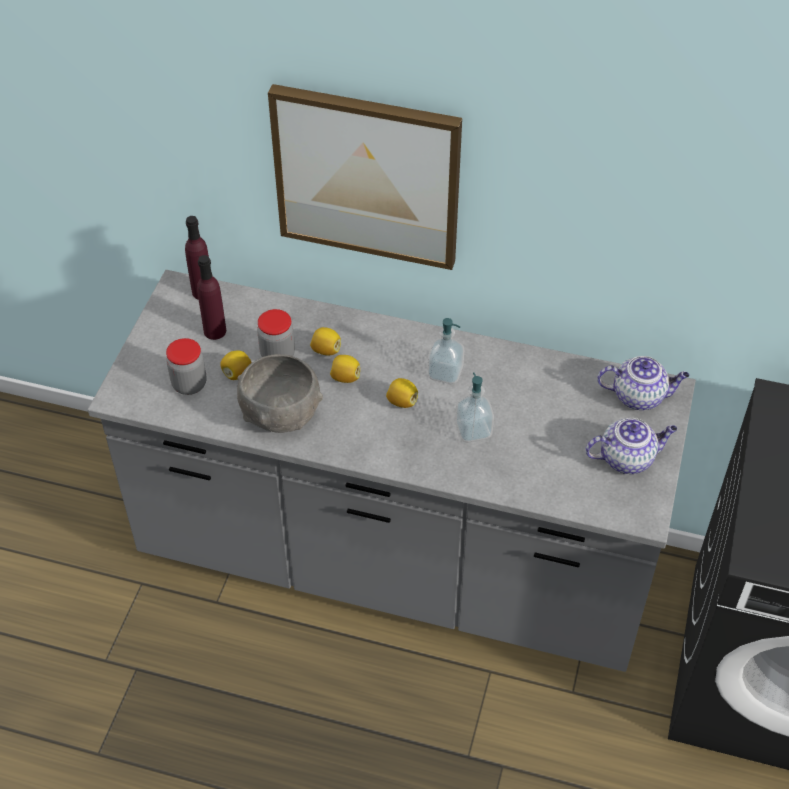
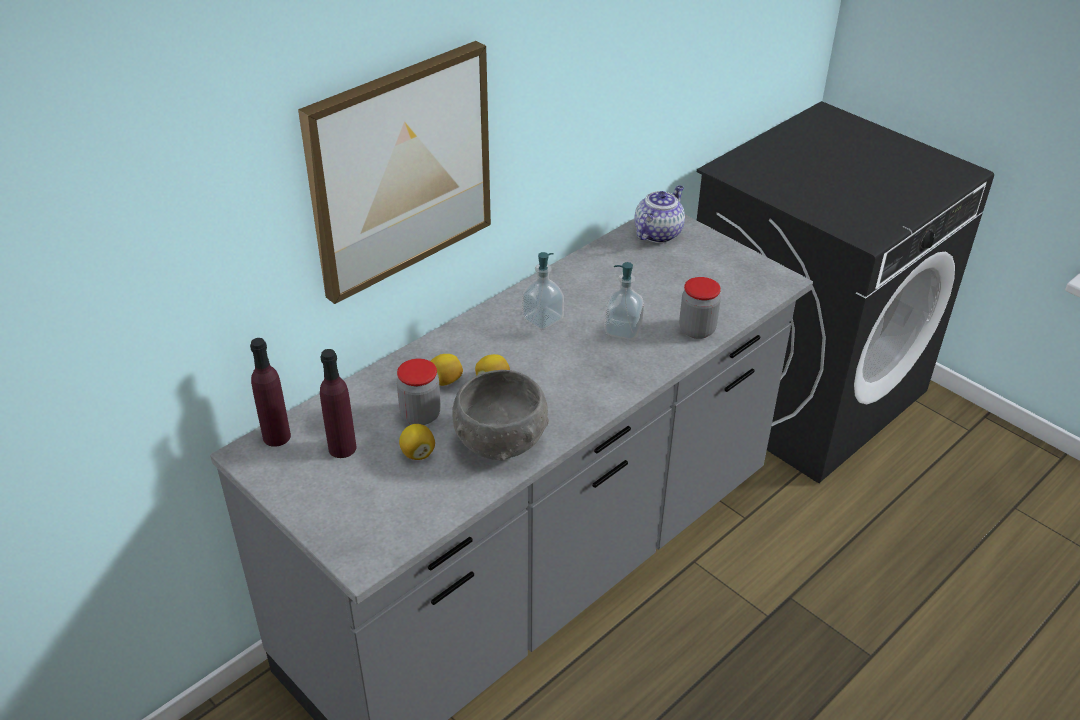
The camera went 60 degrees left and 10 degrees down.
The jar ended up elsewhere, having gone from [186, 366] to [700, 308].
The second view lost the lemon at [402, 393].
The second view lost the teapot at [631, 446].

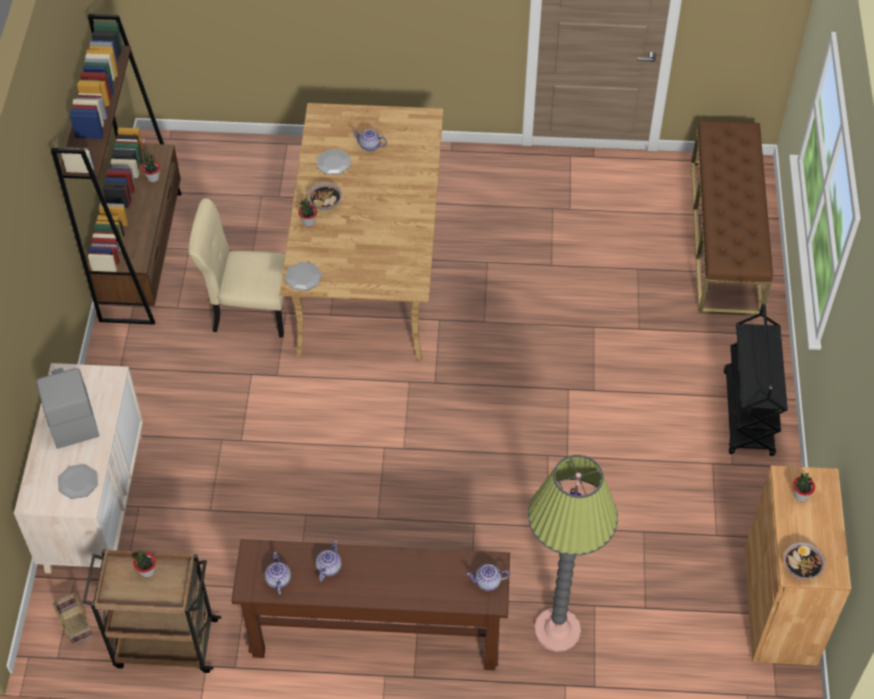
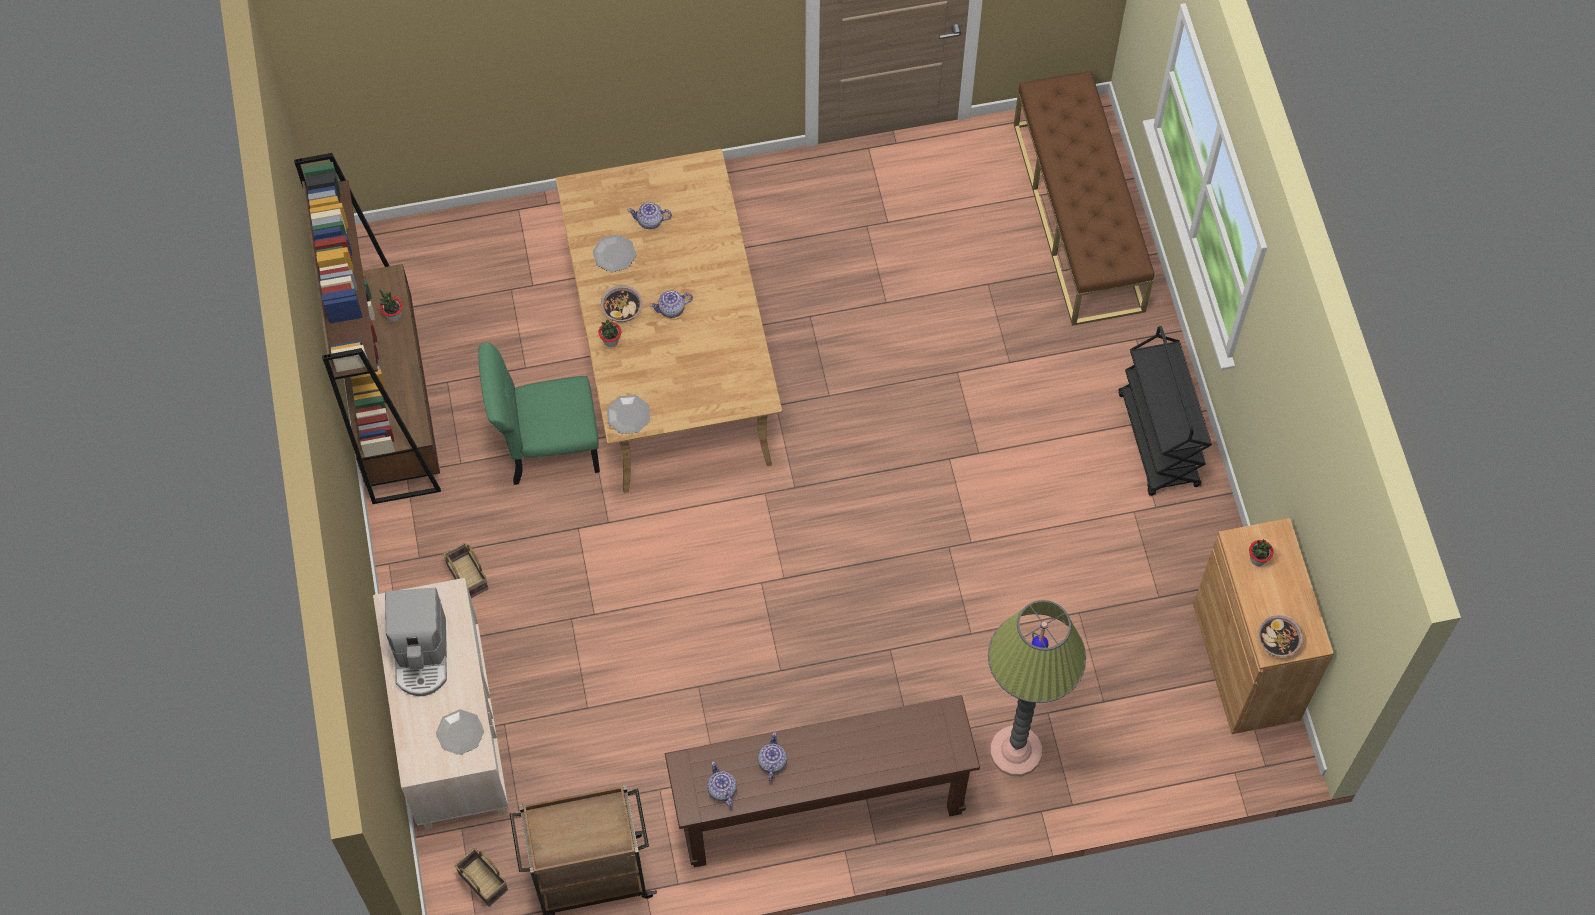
The camera went 15 degrees left and 10 degrees up.
The coffee machine at [67, 408] ended up facing another way, 150 degrees counterclockwise from before.
The second view gained the basket at [465, 570].
What was the beige chair at [236, 268] turned into the green chair at [539, 413].
The teapot ended up elsewhere, having gone from [488, 577] to [671, 304].
The second view lost the potted plant at [144, 564].

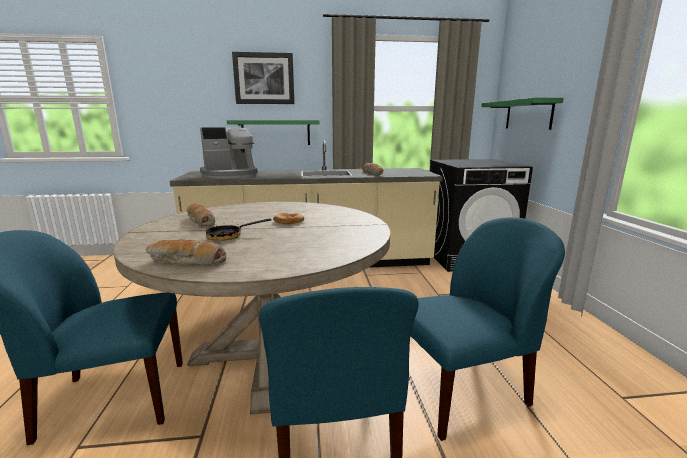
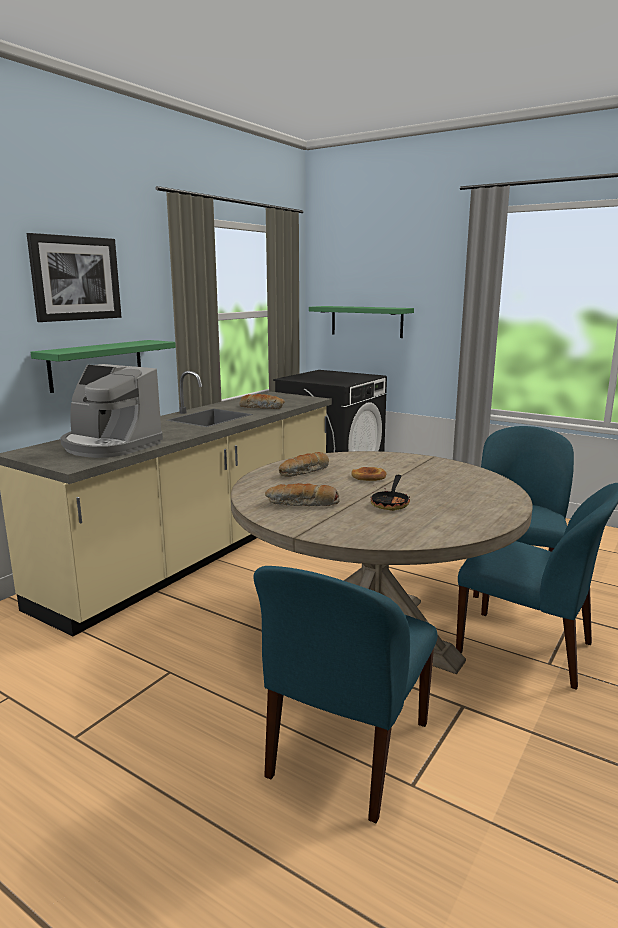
The camera went 50 degrees left and 0 degrees up.
The coffee machine at [229, 153] ended up facing another way, 105 degrees clockwise from before.
The bread ended up elsewhere, having gone from [186, 252] to [304, 464].

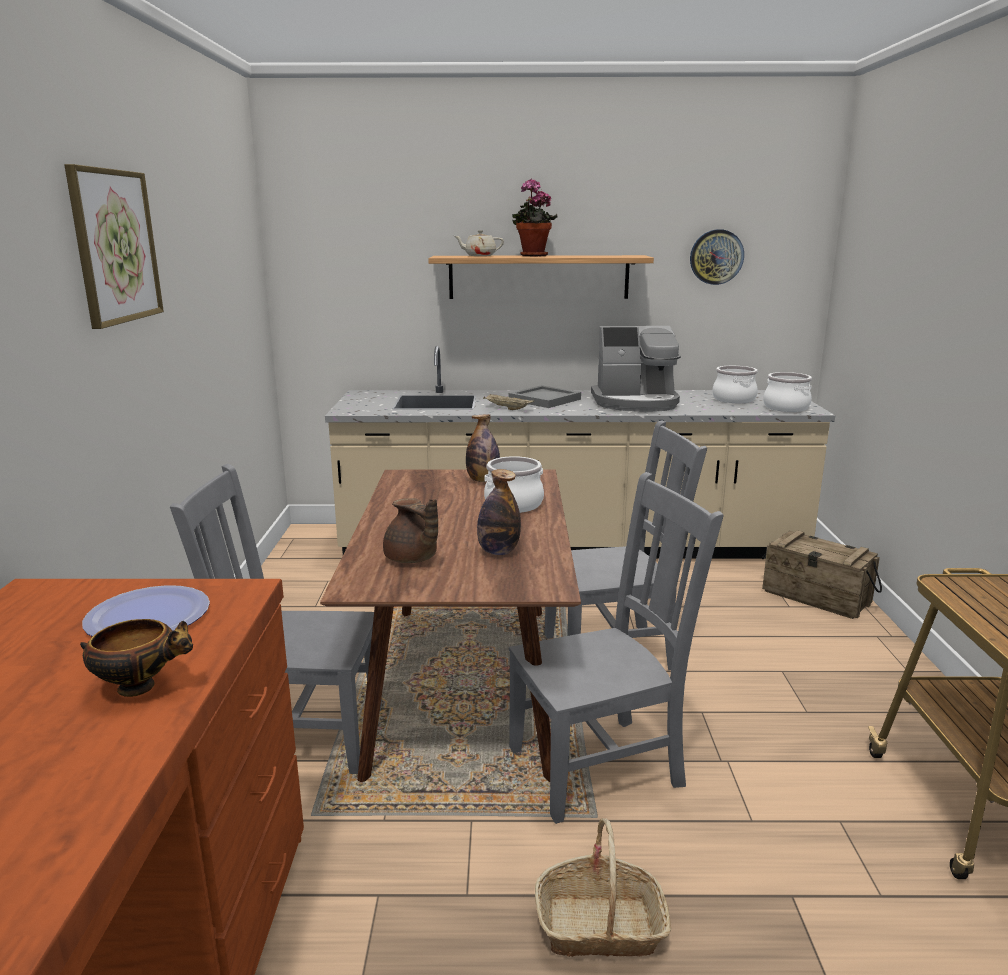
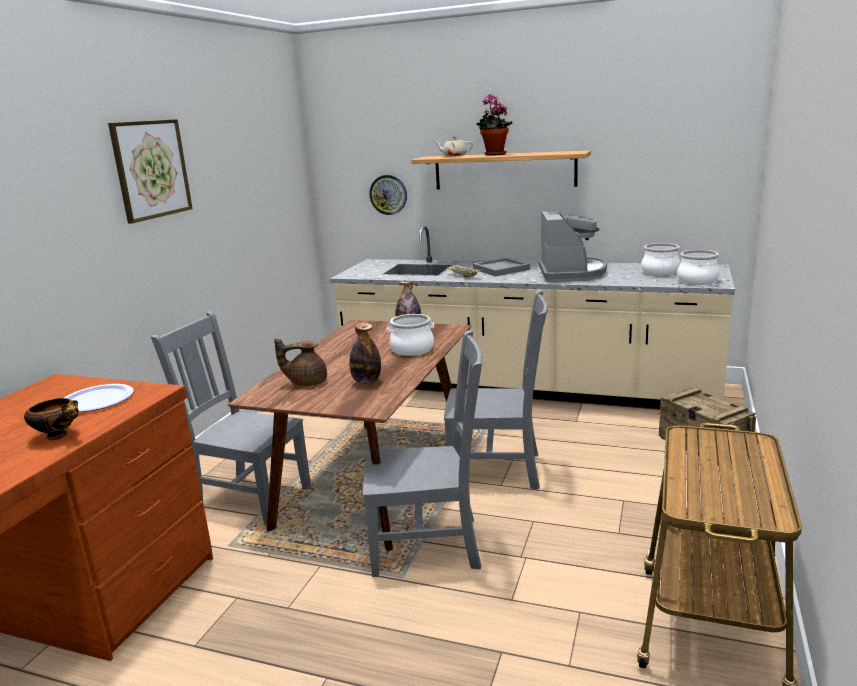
The camera went 20 degrees right and 0 degrees up.
The brown teapot at [410, 530] ended up facing another way, 105 degrees clockwise from before.
The wall clock ended up elsewhere, having gone from [717, 257] to [388, 195].
The coffee machine at [636, 369] ended up facing another way, 105 degrees counterclockwise from before.
The second view lost the basket at [603, 887].

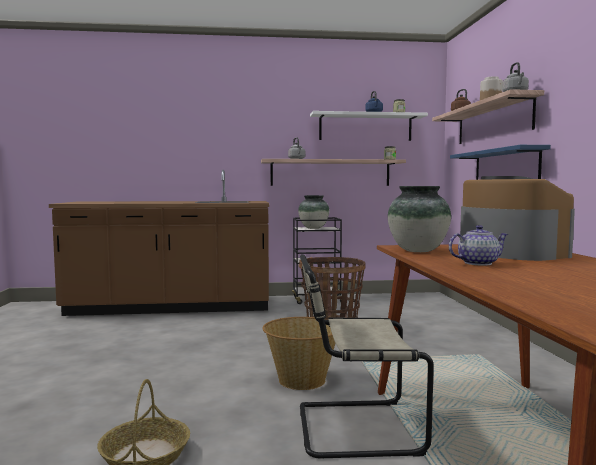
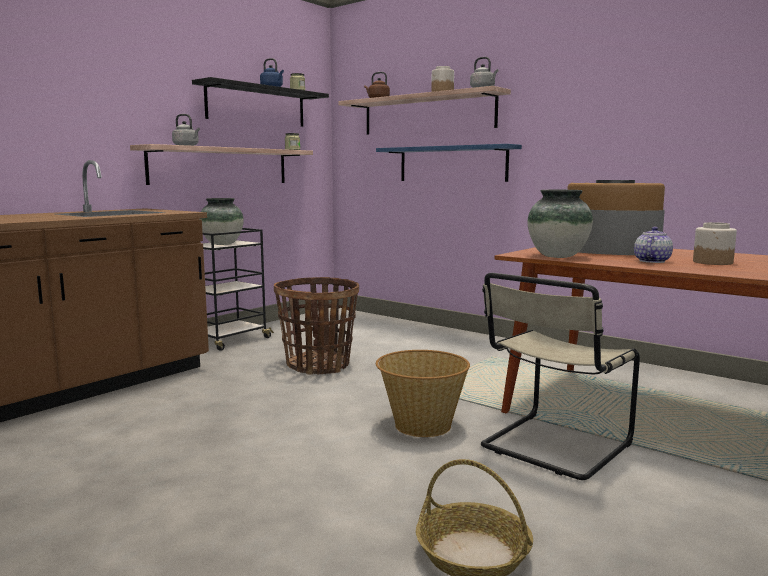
The camera went 45 degrees left and 5 degrees up.
What was the white shelf at [369, 126] turned into the black shelf at [260, 102].
The second view gained the jar at [715, 243].

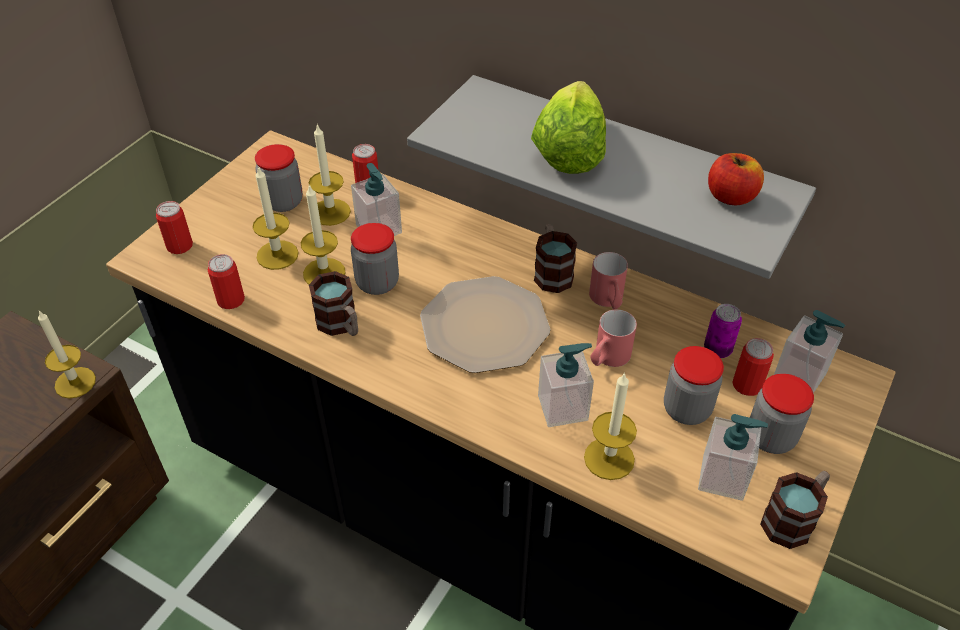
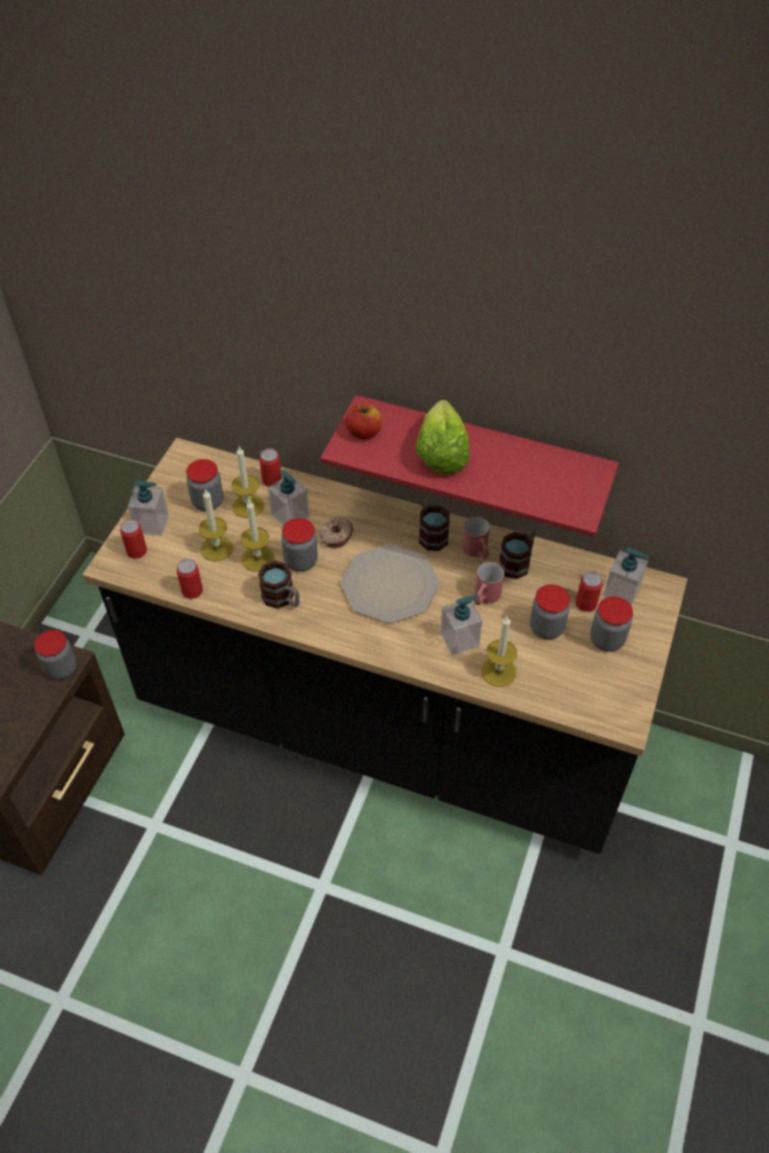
The camera went 10 degrees left and 5 degrees up.
Where the candle stood at [67, 355], the jar came to stand at [55, 655].
The soap dispenser ended up elsewhere, having gone from [733, 457] to [148, 508].
What was the grey shelf at [611, 177] turned into the red shelf at [469, 466].
The second view gained the donut at [336, 532].
The apple ended up elsewhere, having gone from [736, 179] to [364, 421].
The mug ended up elsewhere, having gone from [795, 510] to [517, 554].
The second view lost the can at [723, 331].

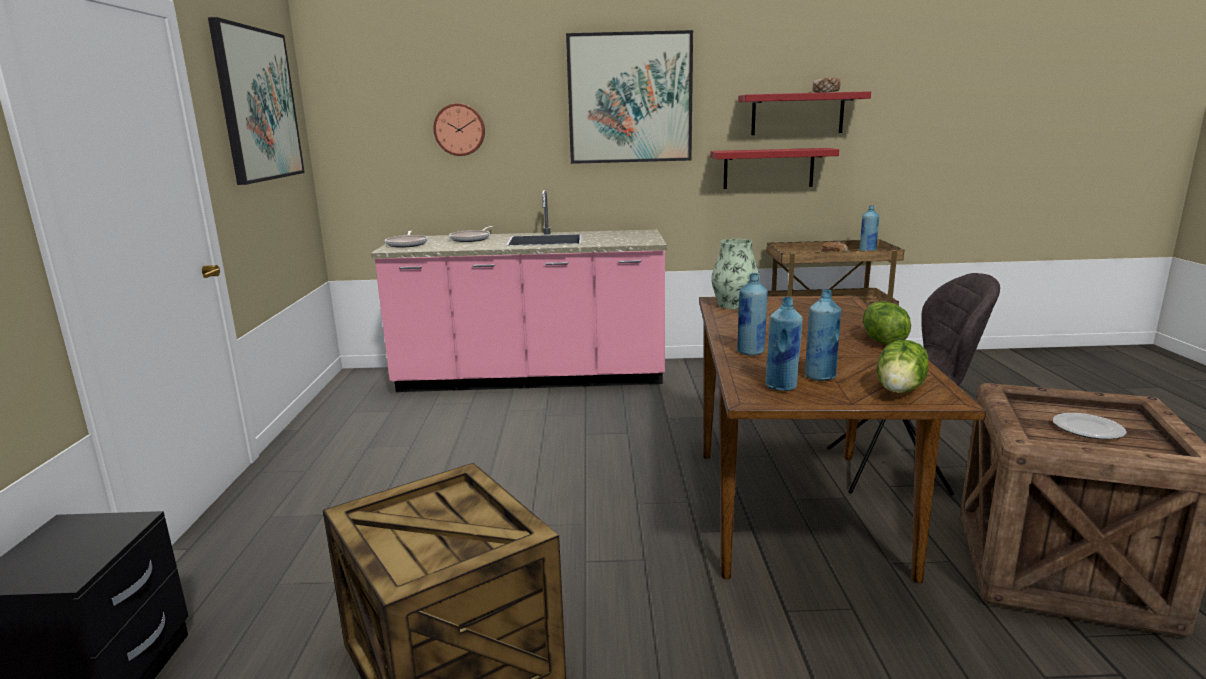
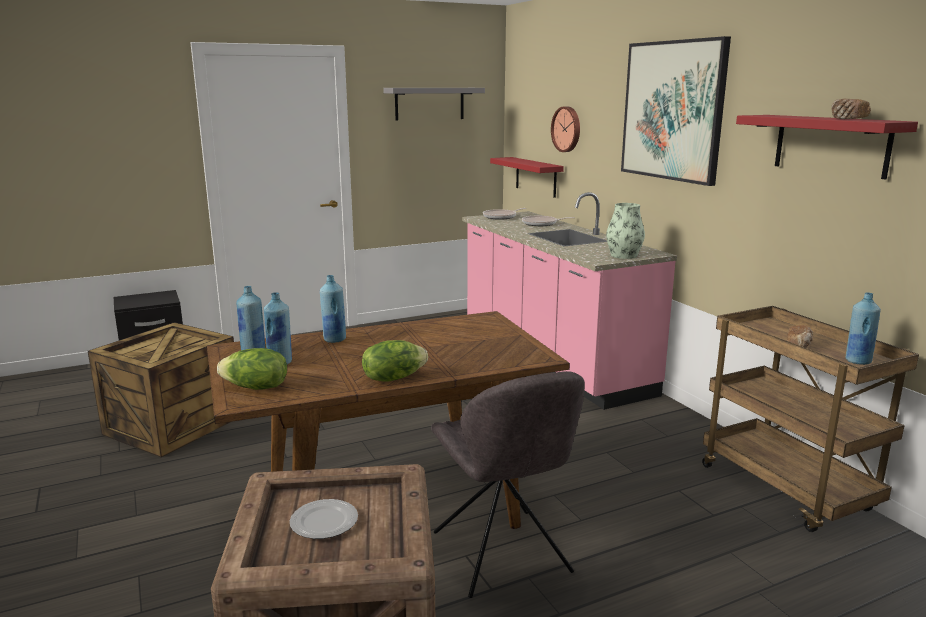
The camera went 65 degrees right and 0 degrees up.
Where the picture hung at [256, 101], the grey shelf came to hang at [434, 104].
The red shelf ended up elsewhere, having gone from [774, 168] to [527, 177].
The vase ended up elsewhere, having gone from [735, 274] to [625, 231].

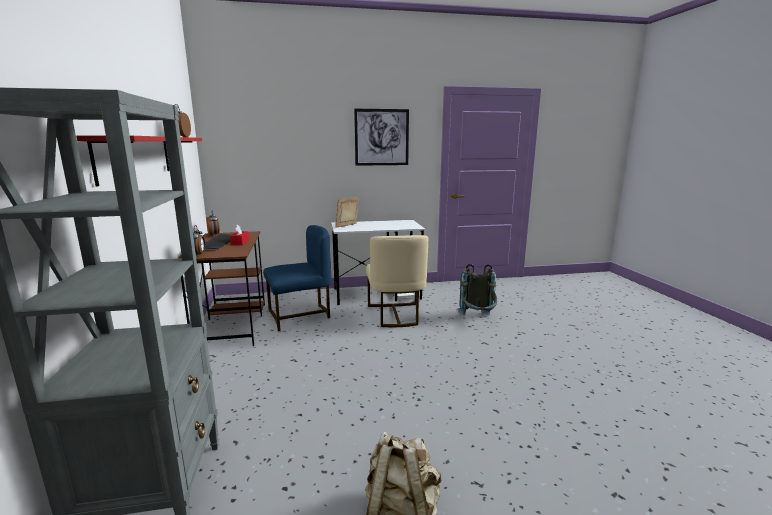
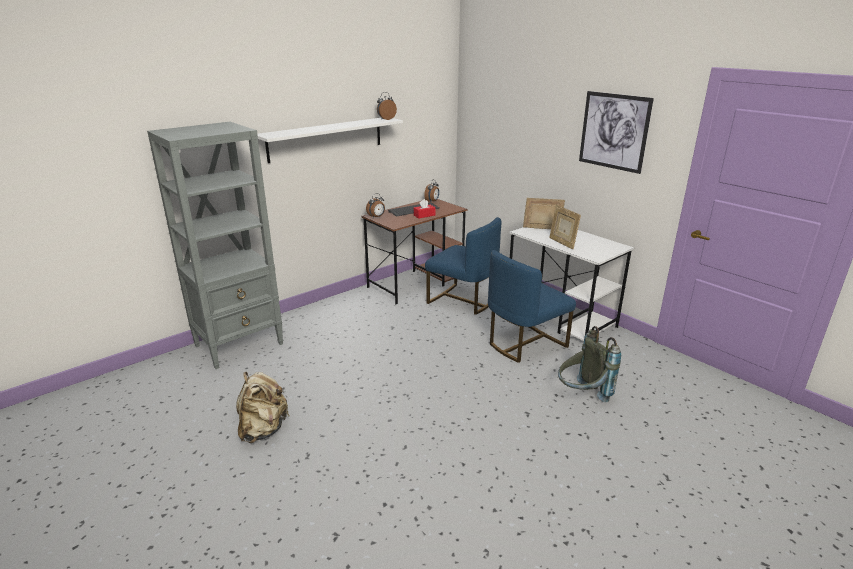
The camera went 60 degrees right and 10 degrees up.
What was the red shelf at [139, 160] turned into the white shelf at [330, 140].
What was the beige chair at [397, 281] turned into the blue chair at [532, 306].
The second view gained the picture frame at [565, 227].

